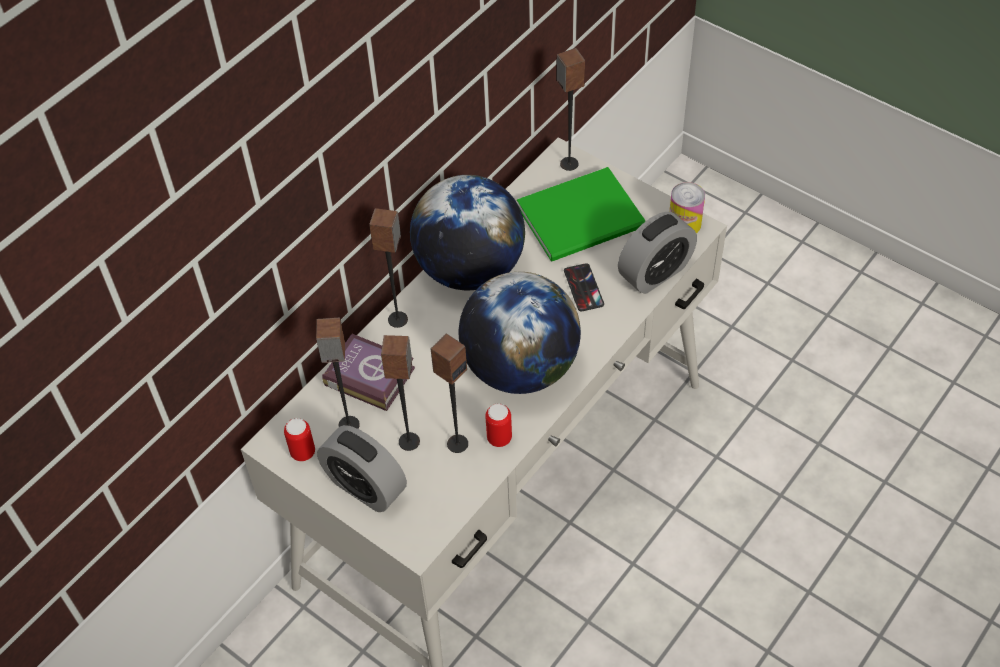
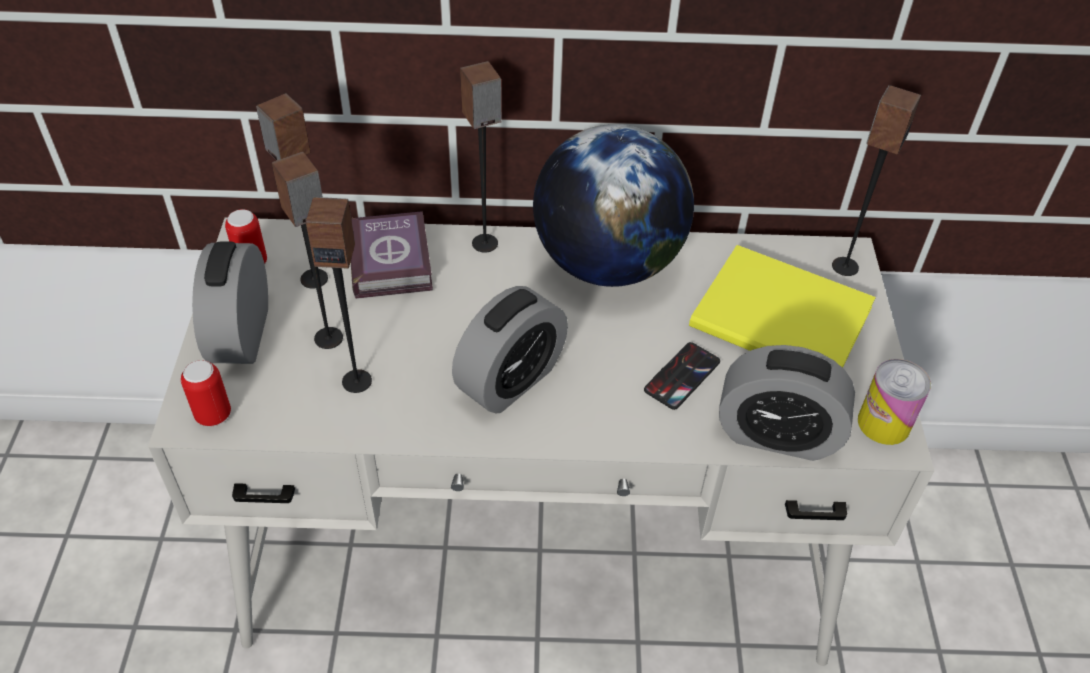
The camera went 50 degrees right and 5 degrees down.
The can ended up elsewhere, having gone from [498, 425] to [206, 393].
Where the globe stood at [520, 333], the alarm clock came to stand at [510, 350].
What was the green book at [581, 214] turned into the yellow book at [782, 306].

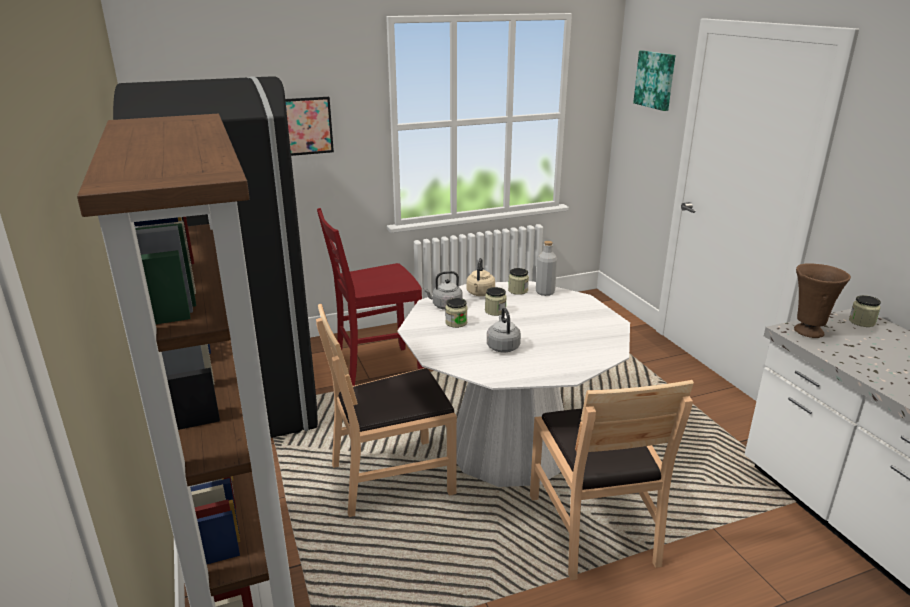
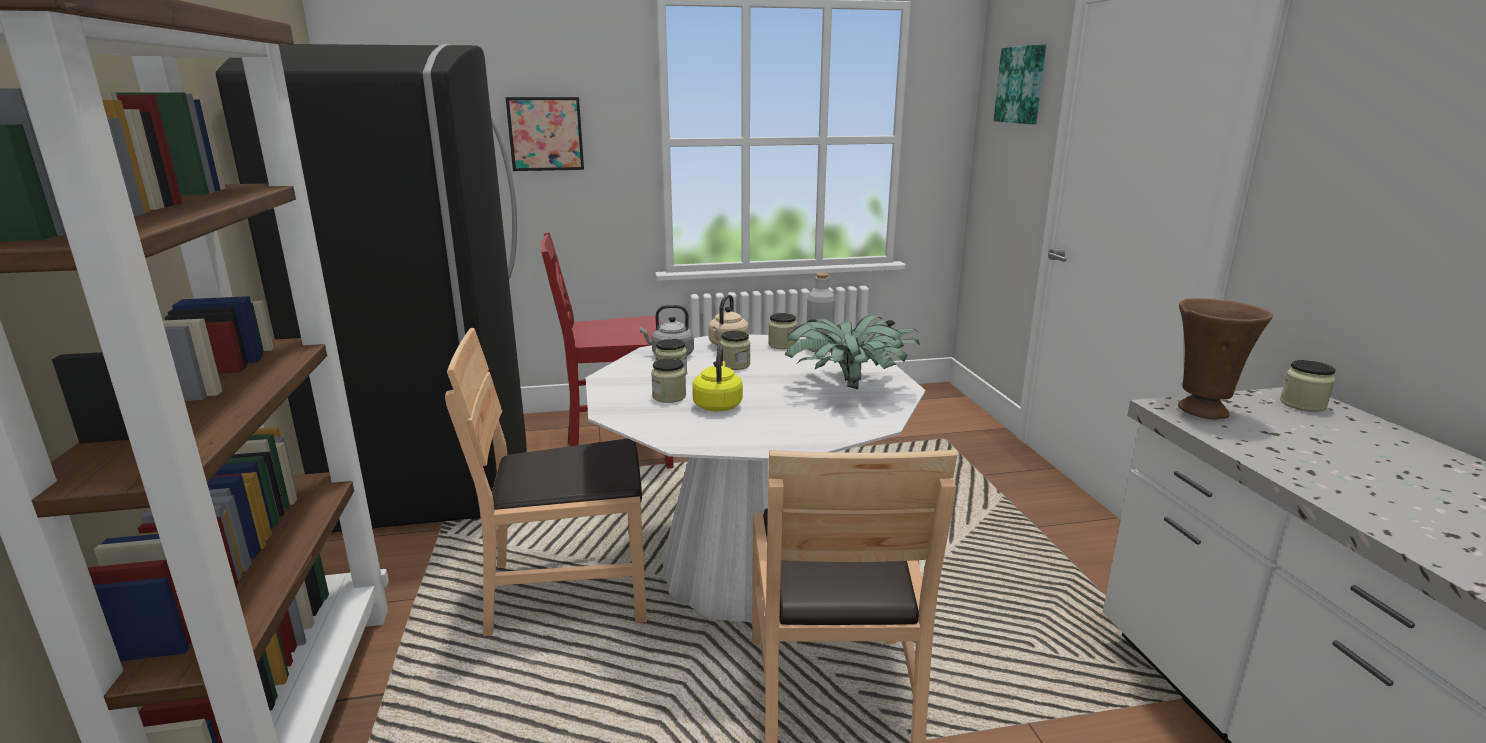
The camera went 10 degrees right and 5 degrees down.
The second view gained the jar at [668, 380].
What was the grey kettle at [504, 329] turned into the yellow kettle at [717, 378].
The second view gained the potted plant at [852, 352].

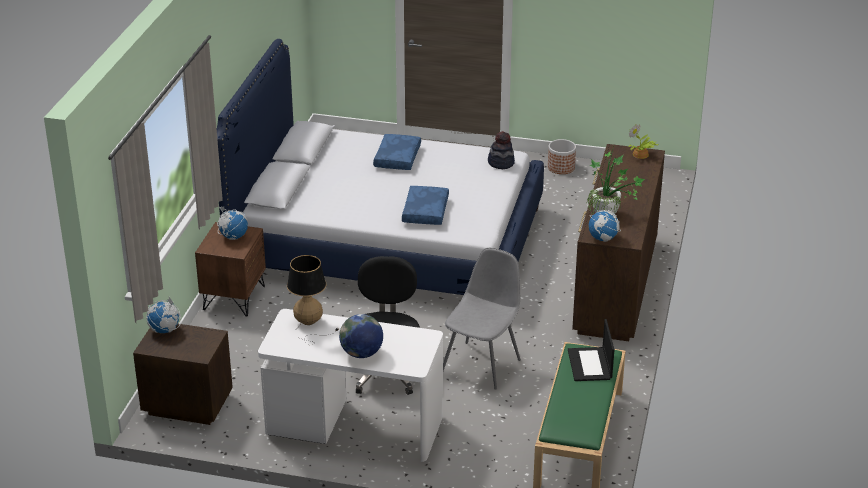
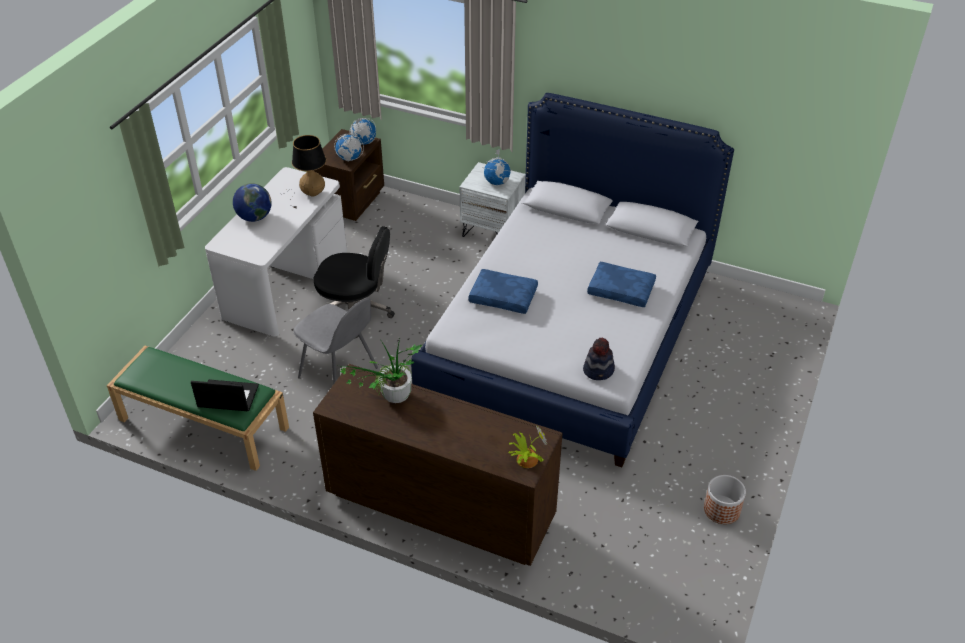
The camera went 100 degrees right and 10 degrees up.
The globe ended up elsewhere, having gone from [605, 222] to [349, 147].
What was the brown nightstand at [230, 269] turned into the white nightstand at [493, 199].

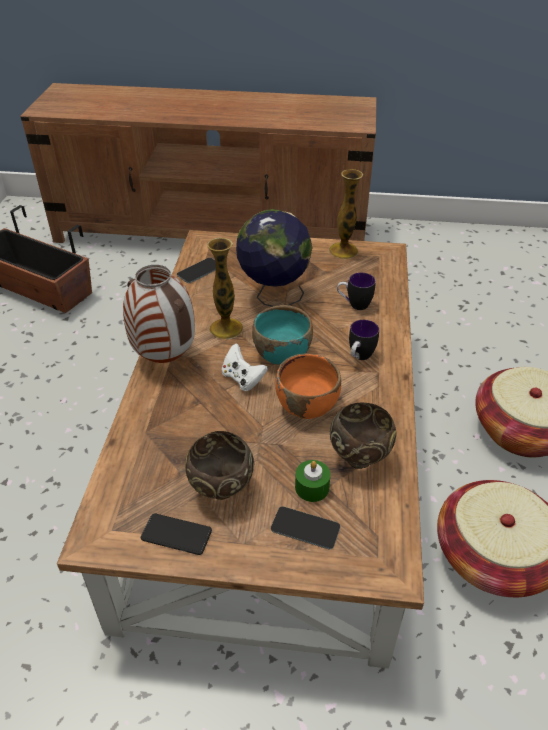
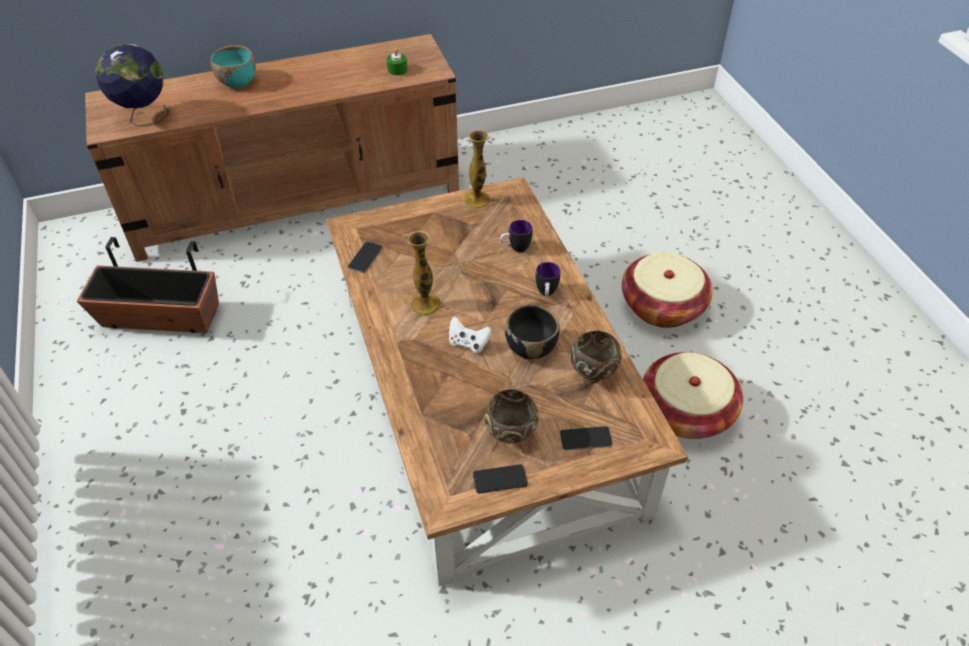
The camera went 25 degrees left and 5 degrees up.
The globe ended up elsewhere, having gone from [274, 258] to [132, 85].
The turquoise bowl ended up elsewhere, having gone from [282, 335] to [233, 66].
The green candle ended up elsewhere, having gone from [313, 481] to [397, 62].
What was the orange bowl at [308, 386] turned into the black bowl at [532, 332].
The second view lost the vase at [159, 314].

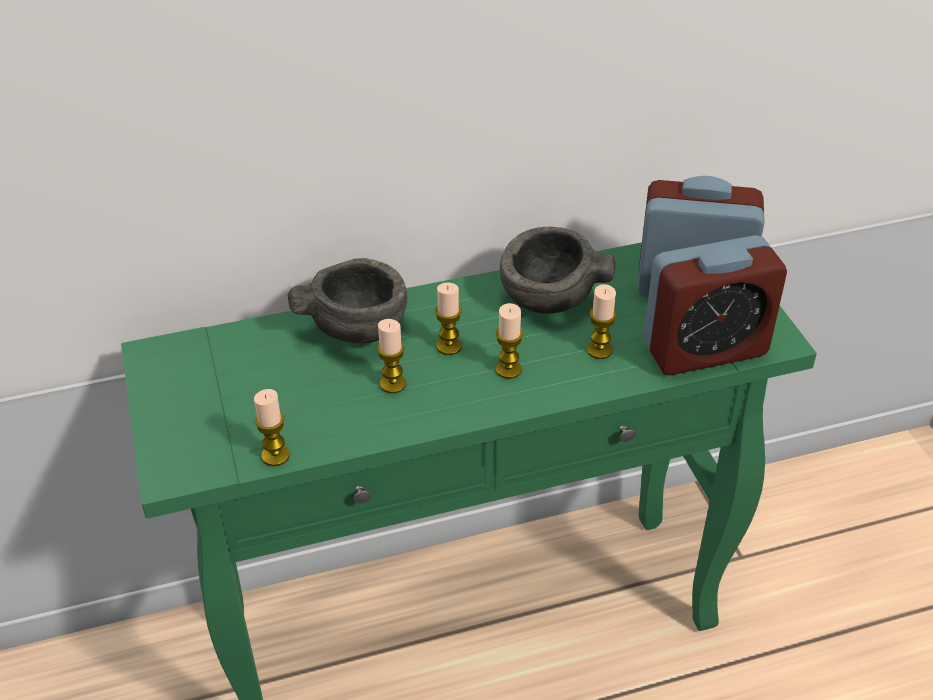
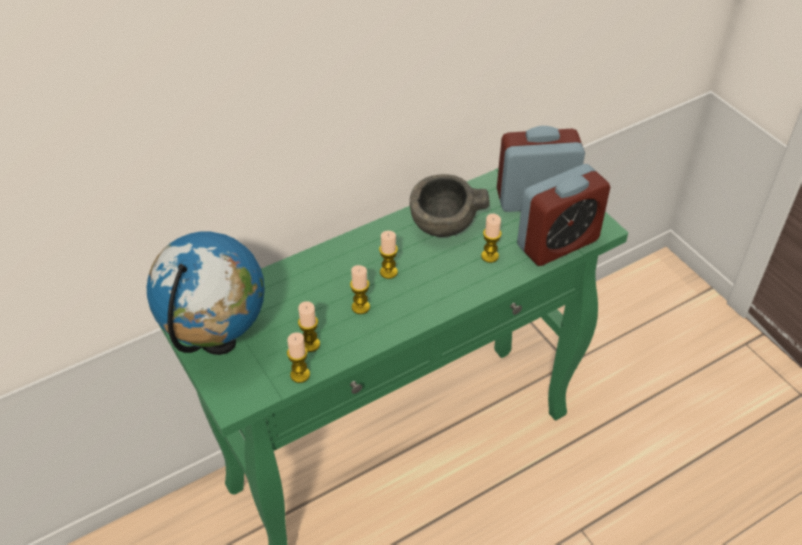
The camera went 15 degrees left and 5 degrees up.
The second view gained the globe at [206, 293].
The candle ended up elsewhere, having gone from [509, 341] to [309, 326].
The second view lost the grey bowl at [347, 300].

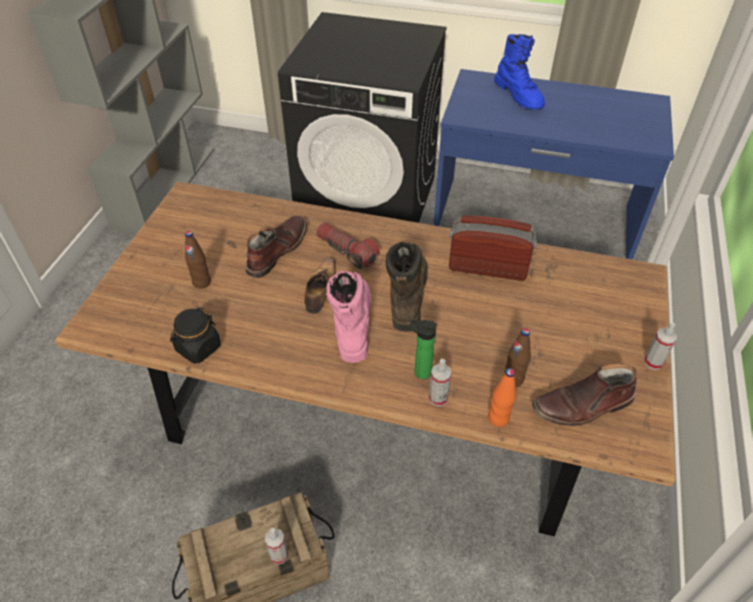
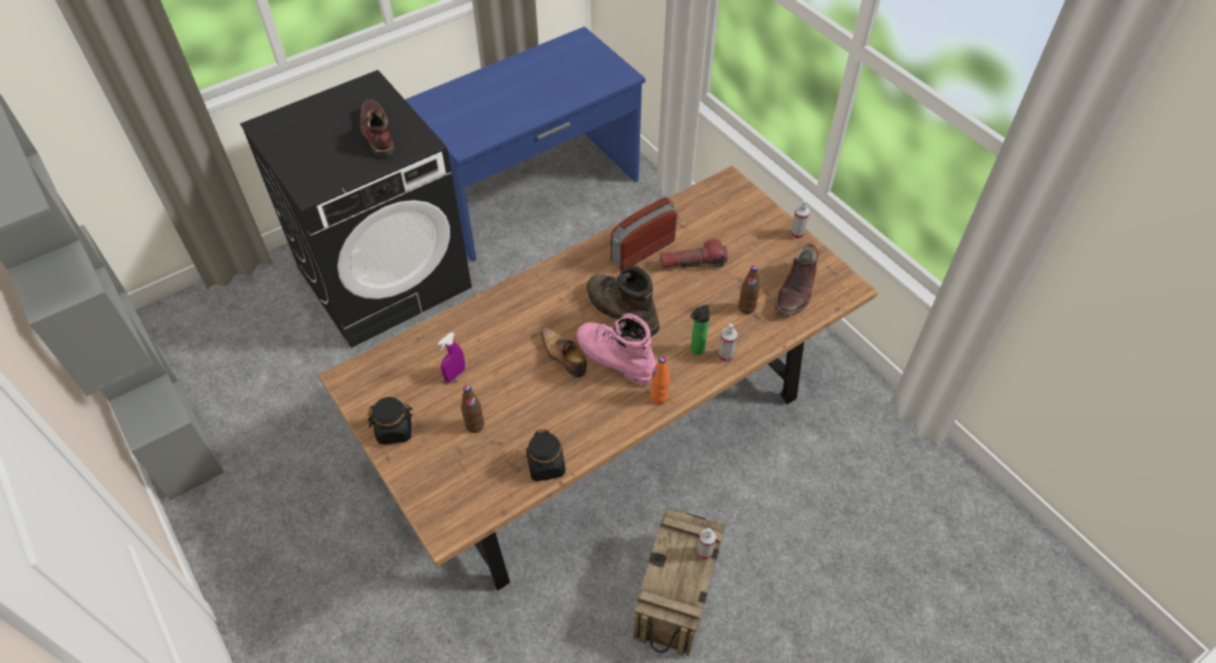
The camera went 50 degrees left and 5 degrees up.
The brown boot ended up elsewhere, having gone from [276, 246] to [377, 127].
The second view gained the black jar at [390, 420].
The second view gained the purple spray bottle at [451, 357].
The orange bottle ended up elsewhere, having gone from [502, 397] to [660, 380].
The flashlight ended up elsewhere, having gone from [348, 246] to [694, 253].
The second view lost the blue boot at [519, 71].

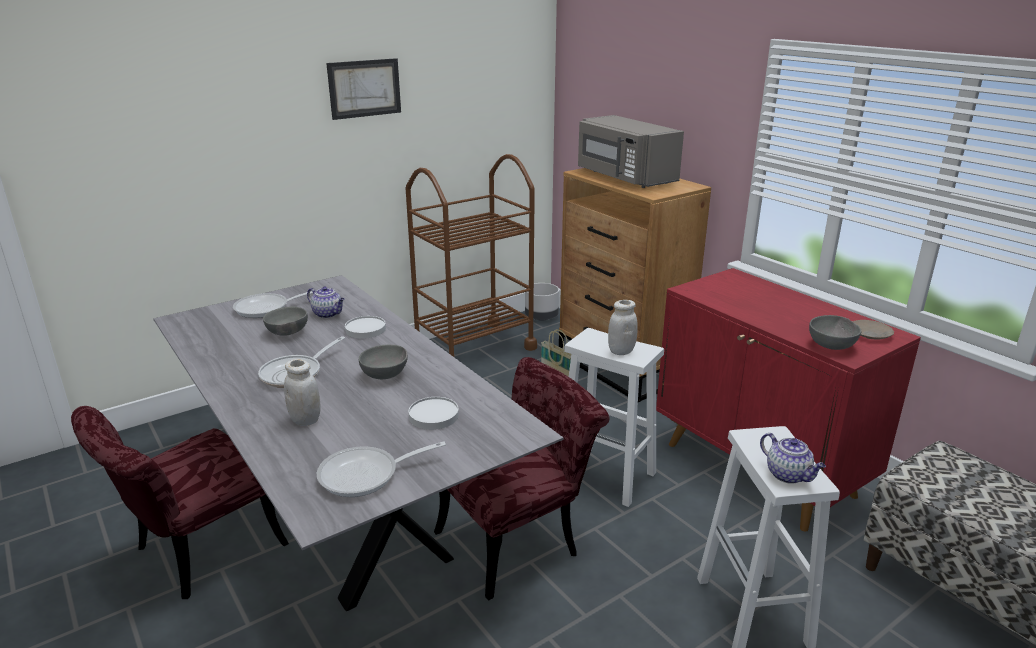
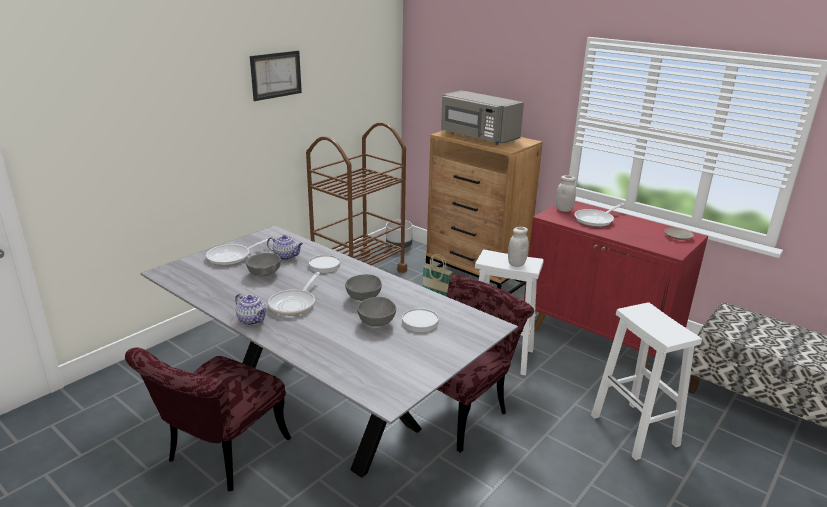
The camera went 15 degrees left and 0 degrees up.
The teapot ended up elsewhere, having gone from [793, 458] to [250, 309].
The grey bowl ended up elsewhere, having gone from [835, 332] to [376, 312].
The white jar ended up elsewhere, having gone from [302, 392] to [566, 193].
The frying pan ended up elsewhere, having gone from [381, 469] to [599, 215].

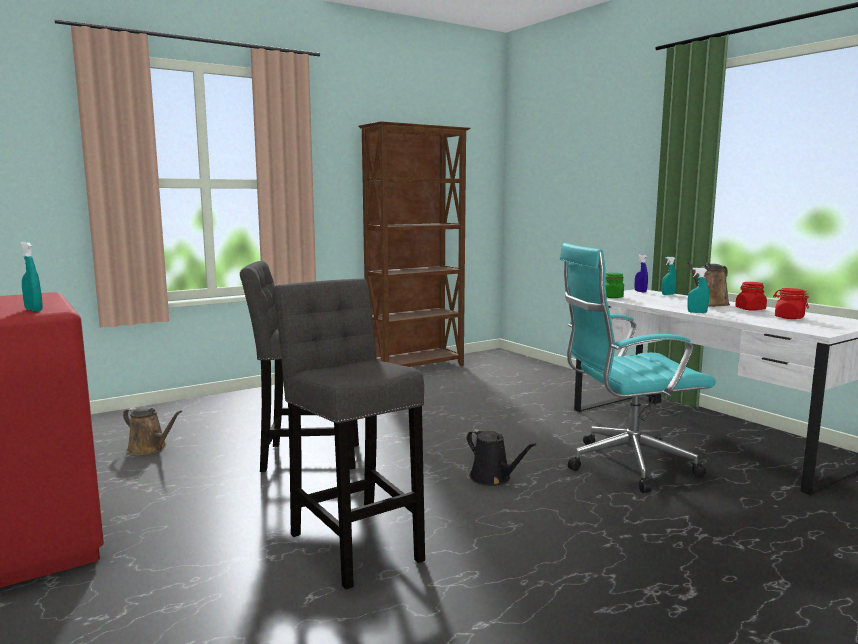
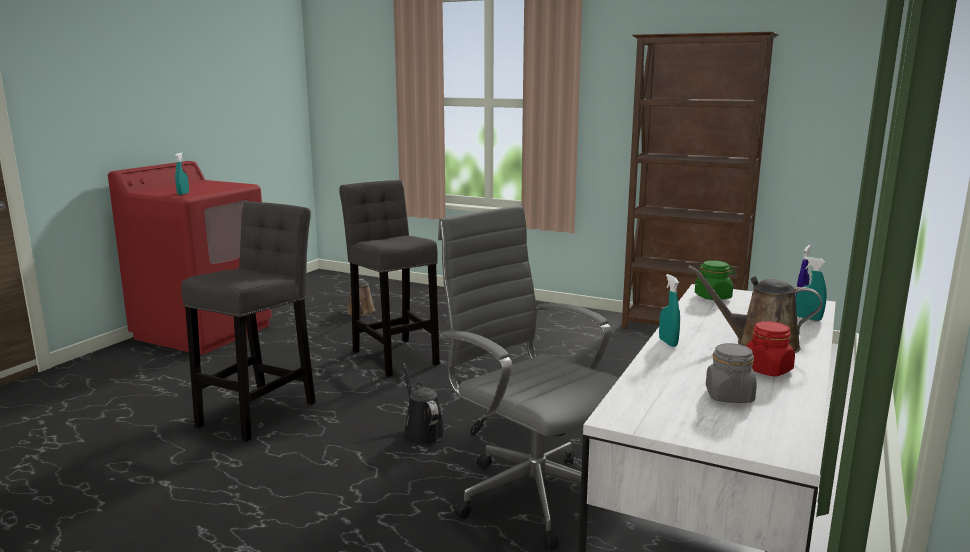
The camera went 60 degrees right and 5 degrees up.
The black watering can at [501, 457] ended up facing another way, 135 degrees clockwise from before.
What was the turquoise office chair at [638, 368] turned into the grey office chair at [528, 378].
What was the red jar at [791, 303] turned into the grey jar at [731, 373].

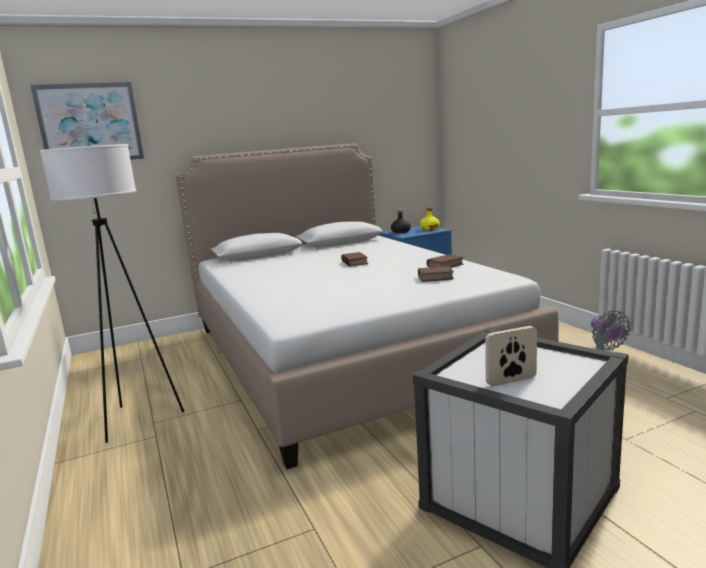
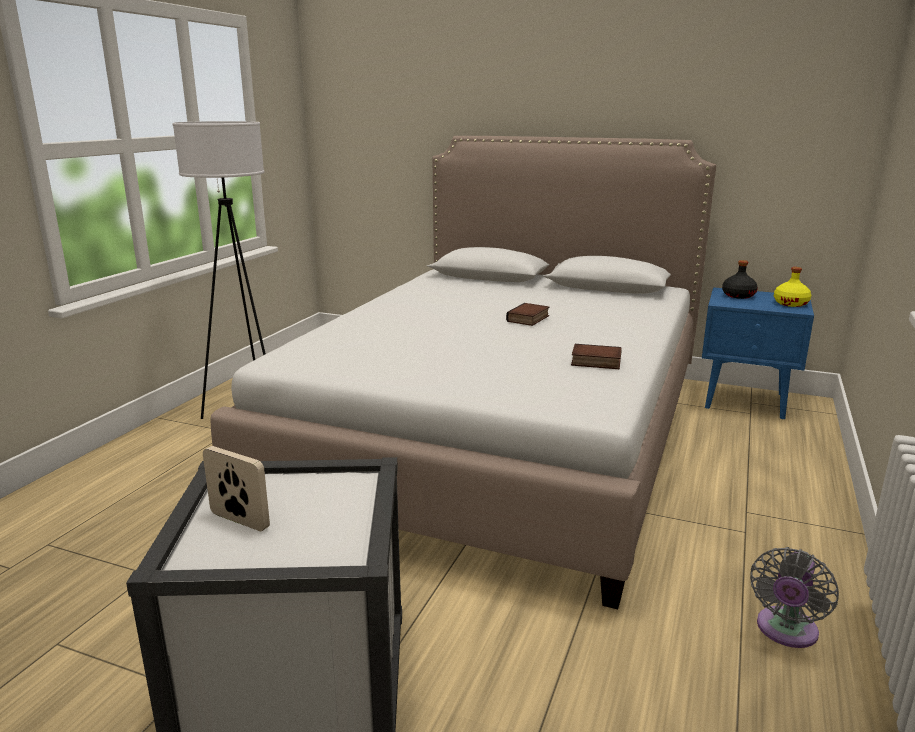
The camera went 45 degrees right and 5 degrees up.
The second view lost the picture at [87, 121].
The second view lost the book at [436, 274].

